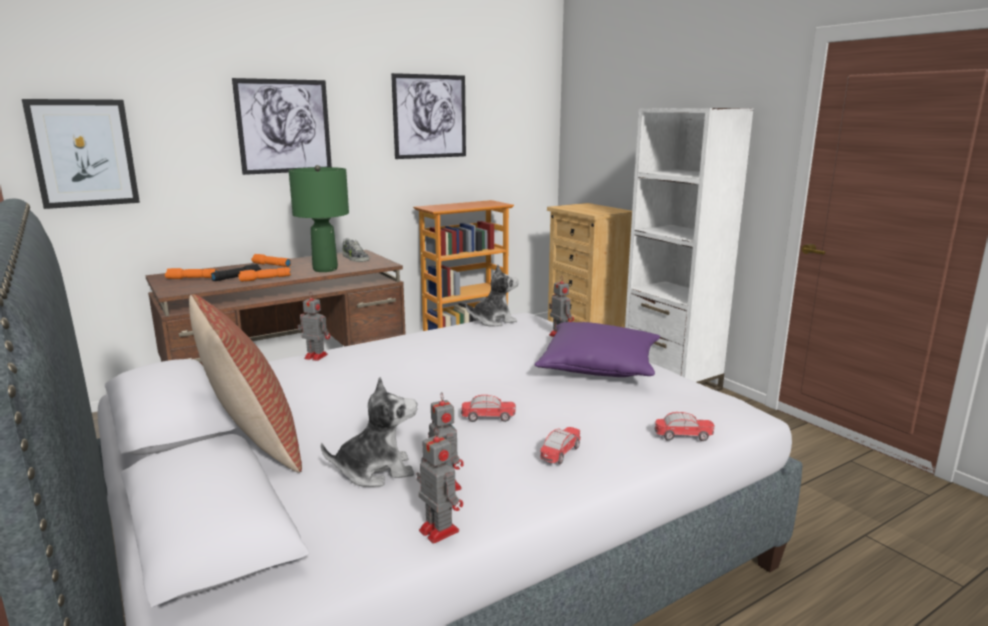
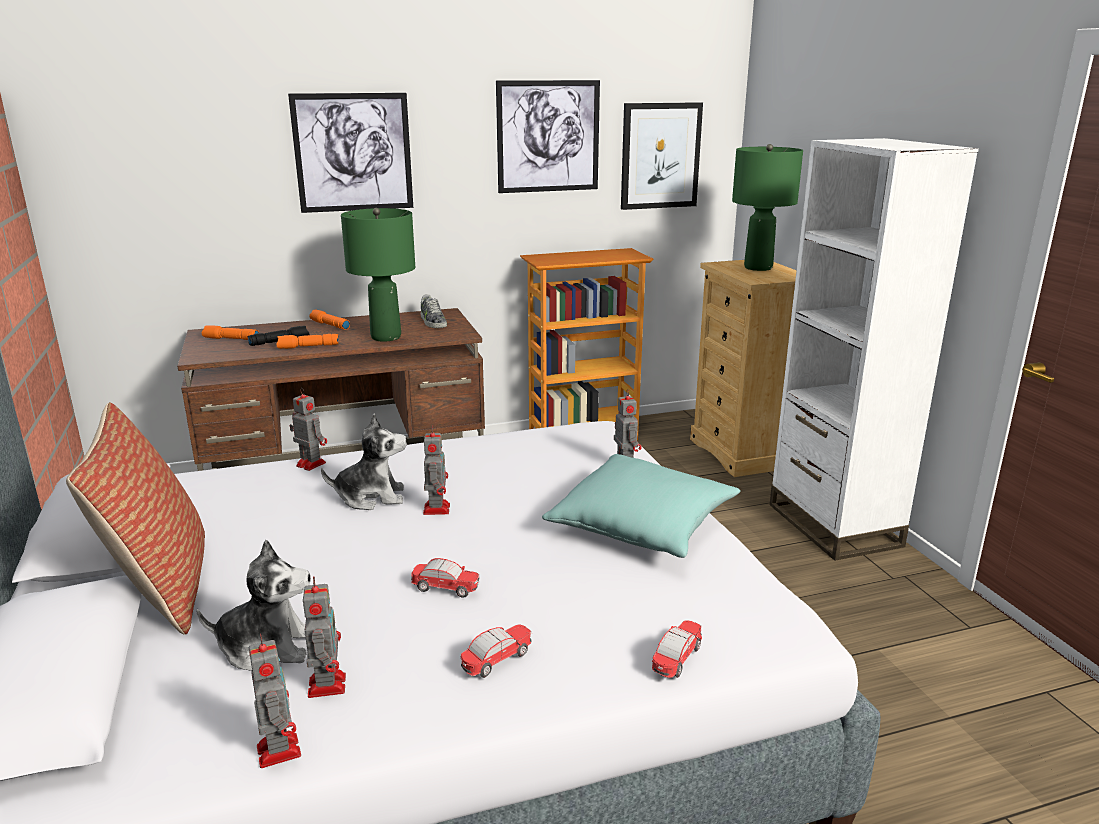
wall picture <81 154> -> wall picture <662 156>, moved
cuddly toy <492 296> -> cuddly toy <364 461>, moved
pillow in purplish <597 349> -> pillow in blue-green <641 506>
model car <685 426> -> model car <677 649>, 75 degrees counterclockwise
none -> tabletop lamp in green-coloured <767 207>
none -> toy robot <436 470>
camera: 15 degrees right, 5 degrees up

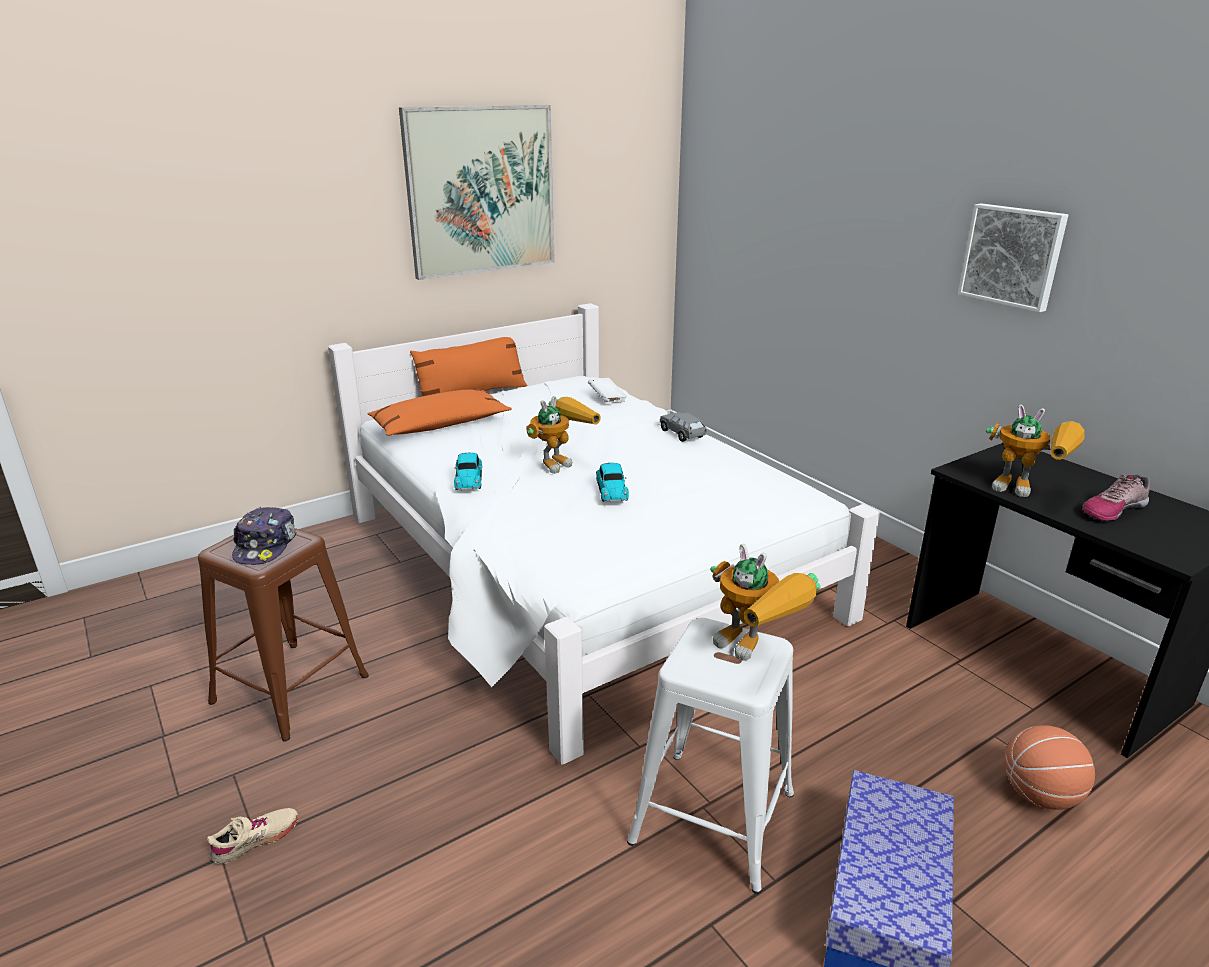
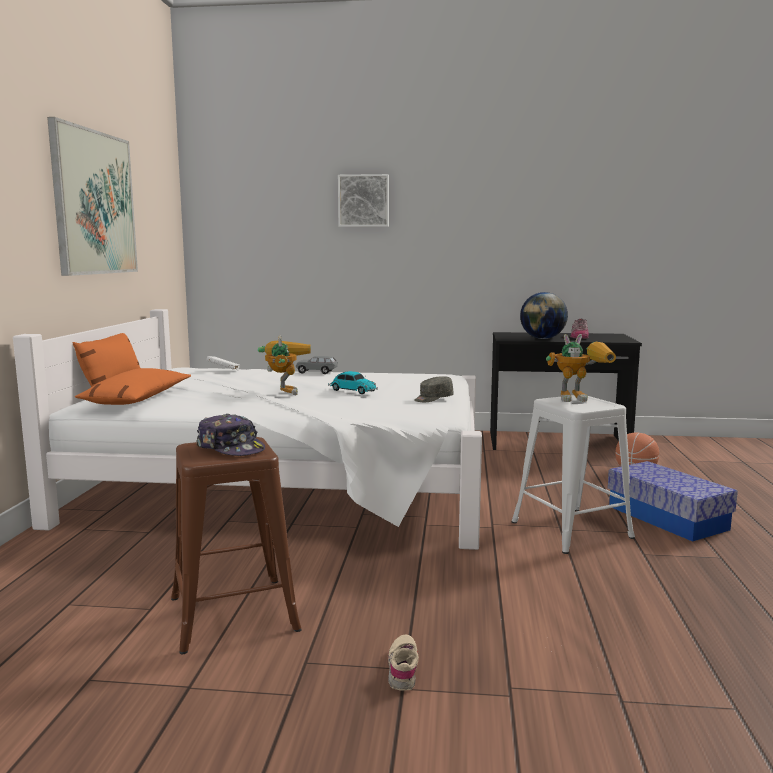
wall picture <1013 257> -> wall picture <363 200>, moved
toy robot <1035 450> -> desk globe <544 315>
model car <468 472> -> none
none -> cap in gray <433 389>
camera: 50 degrees left, 15 degrees down

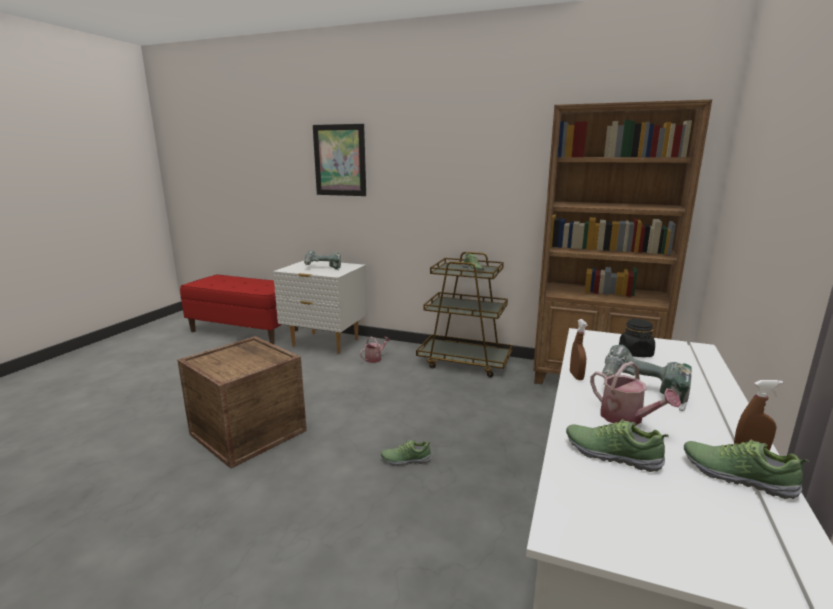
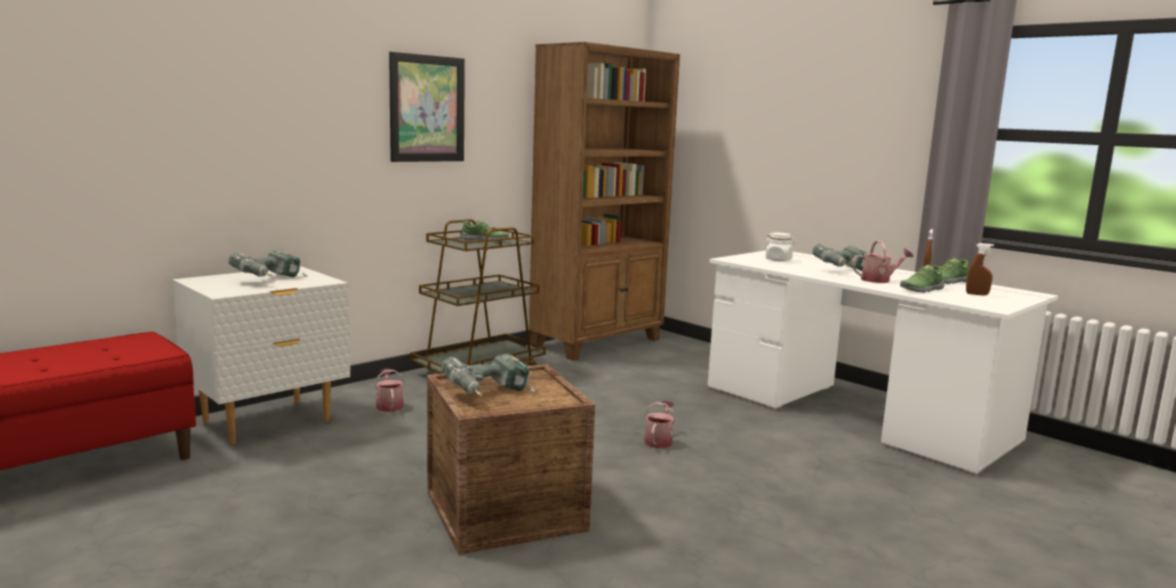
wall picture <339 160> -> wall picture <427 107>, moved
hand sprayer in brown-coloured <579 349> -> hand sprayer in brown-coloured <980 269>, moved
jar in black <637 338> -> jar in whitish <780 247>
low shoe <406 453> -> sprinkling can <660 424>
none -> drill <488 374>
camera: 65 degrees left, 5 degrees down

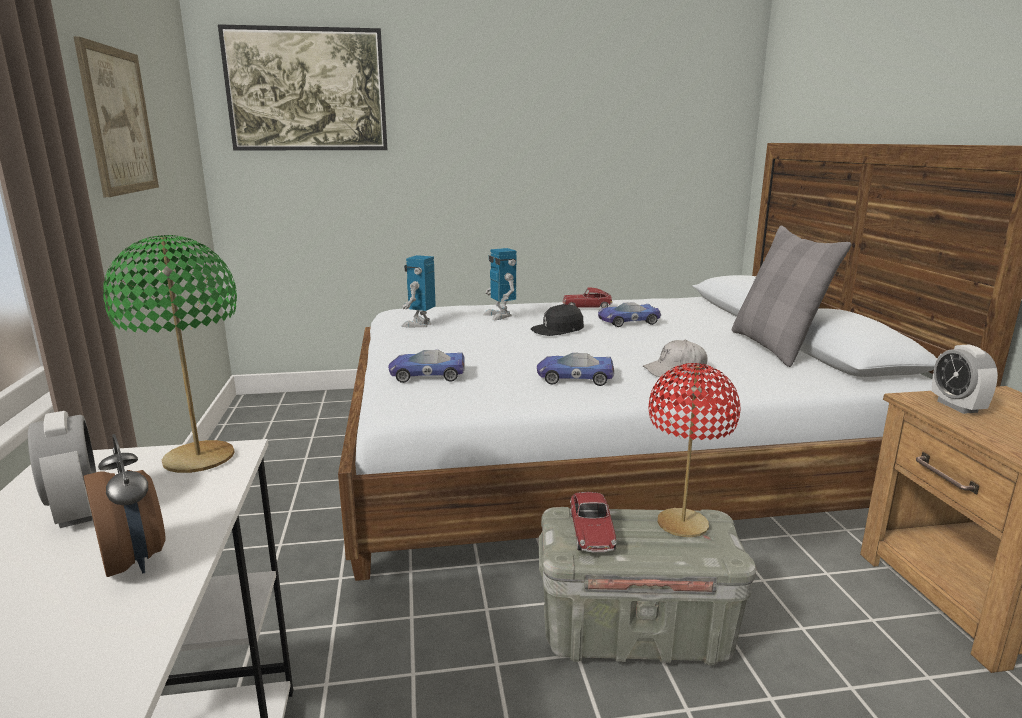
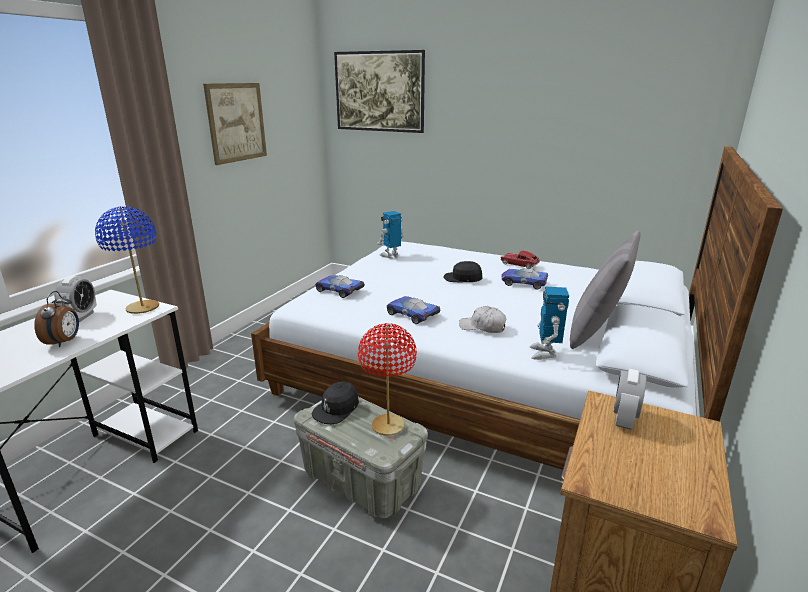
tabletop lamp in green-coloured <170 354> -> tabletop lamp in bluish <127 260>
toy robot <500 284> -> toy robot <549 323>, moved
model car <593 522> -> cap in black <335 402>
camera: 35 degrees right, 5 degrees up

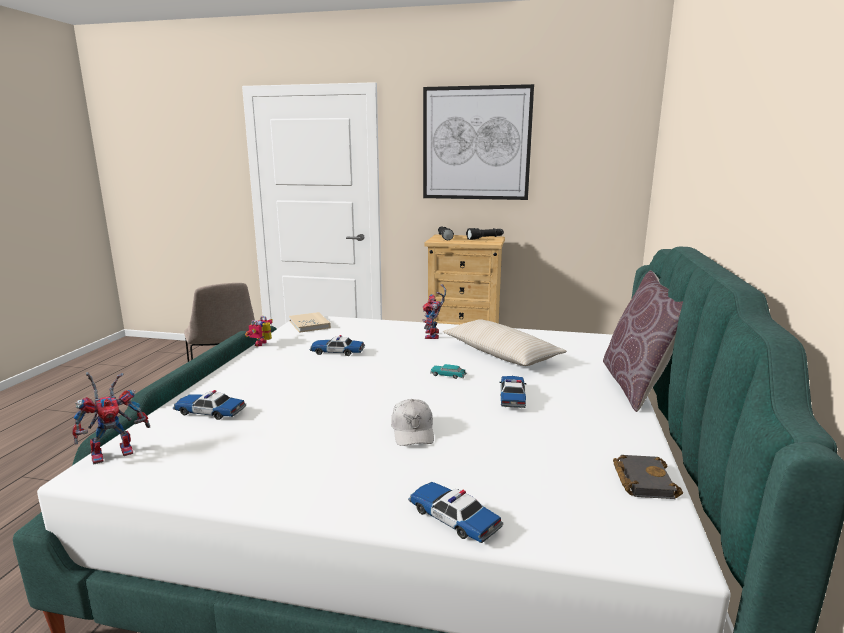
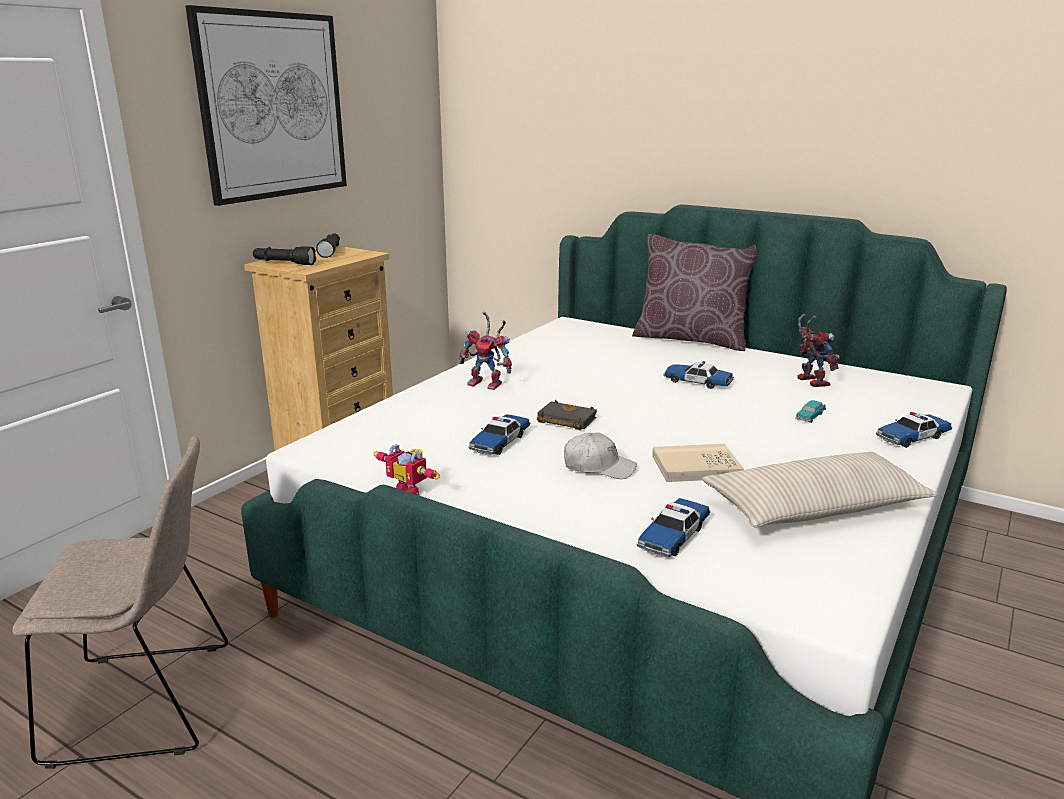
book in beige-coloured <310 322> -> book in beige-coloured <698 463>, moved
pillow in beige-coloured <505 342> -> pillow in beige-coloured <820 489>, moved
model car <448 371> -> model car <810 411>, moved
toy robot <111 418> -> toy robot <818 350>, moved
cap in whitish <412 422> -> cap in whitish <600 455>, moved
book in black <648 477> -> book in black <567 415>, moved
camera: 70 degrees left, 5 degrees up

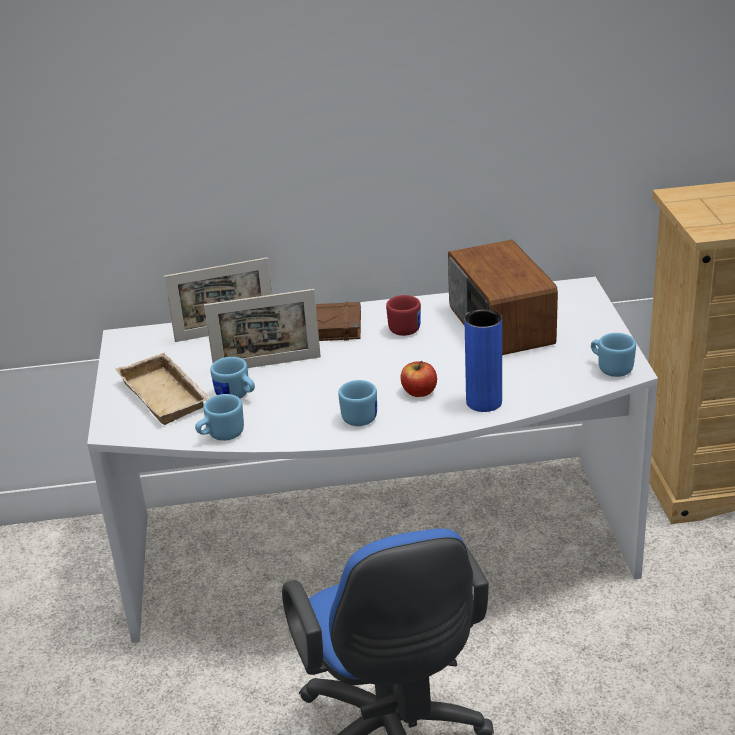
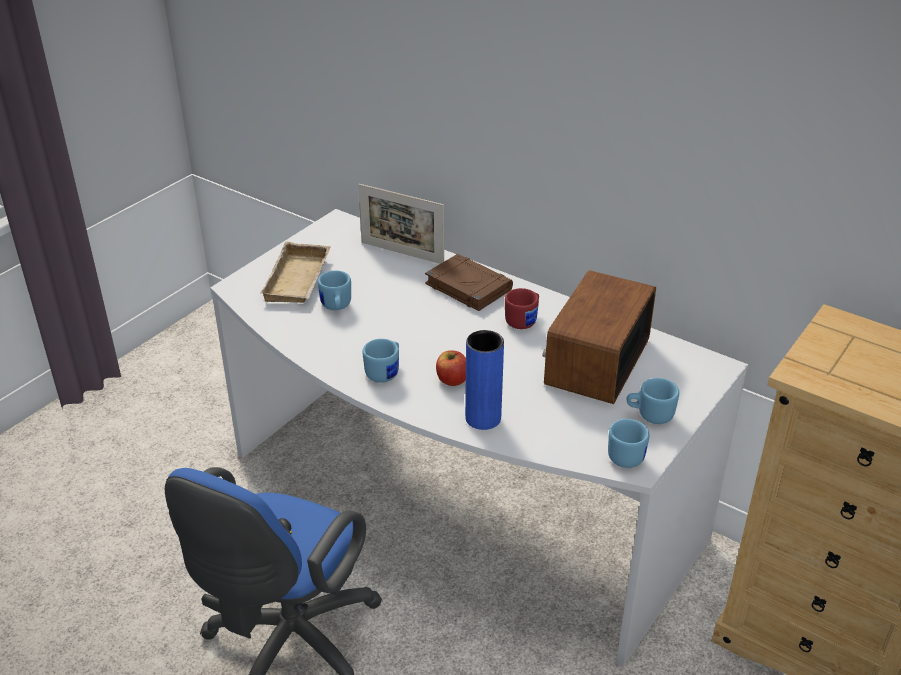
standing frame <262 328> -> none
coffee mug in bluish <219 417> -> coffee mug in bluish <652 401>, moved
camera: 40 degrees right, 5 degrees up

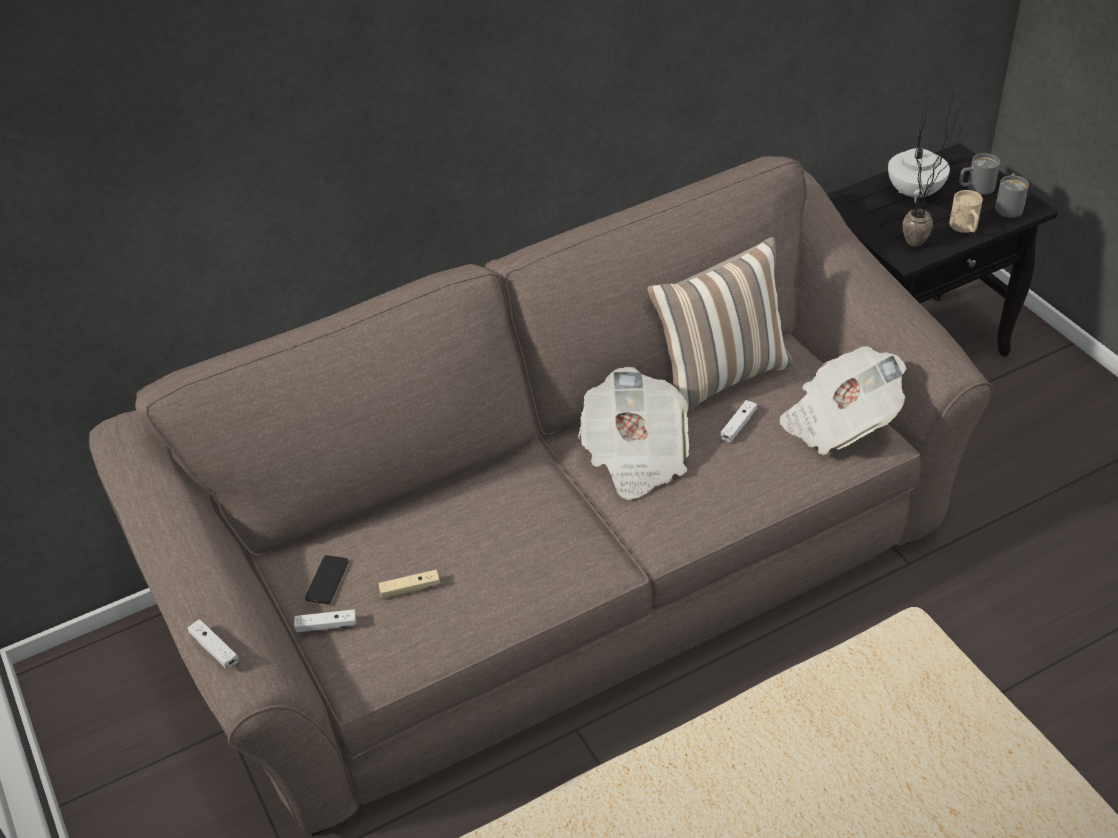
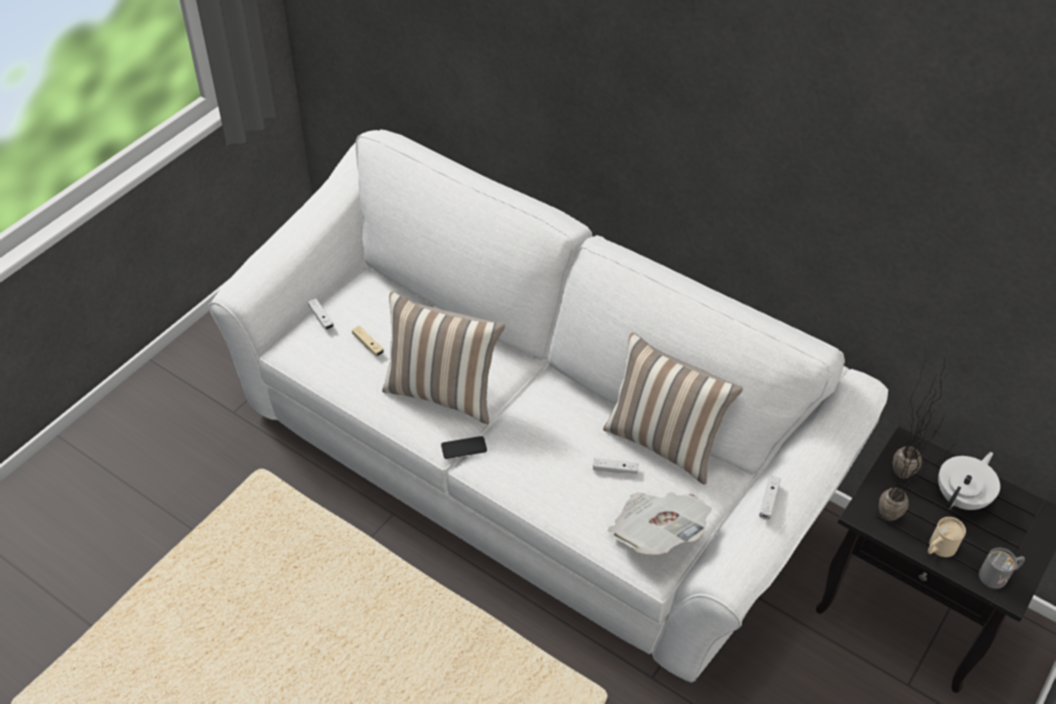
tea pot in whitish <919 167> -> tea pot in whitish <969 481>, 150 degrees clockwise
coffee mug in gray <979 174> -> none
couch in brown-coloured <541 496> -> couch in whitish <548 406>
printed paper <633 433> -> none
phone <327 579> -> phone <464 447>, moved
game controller in whitish <213 644> -> game controller in whitish <770 498>, moved
none -> pillow <443 357>
none -> houseplant <919 418>
camera: 60 degrees right, 5 degrees up

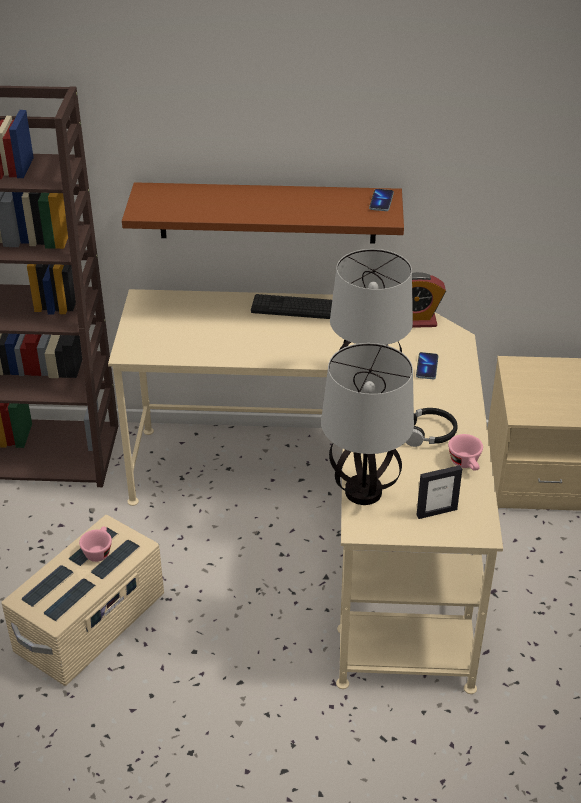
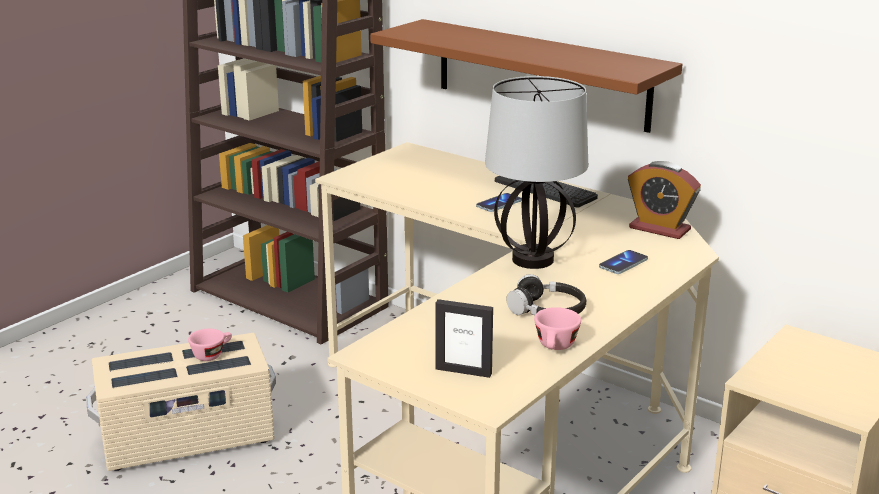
phone <381 200> -> phone <499 202>, moved
tabletop lamp <367 424> -> none
camera: 35 degrees right, 15 degrees down

